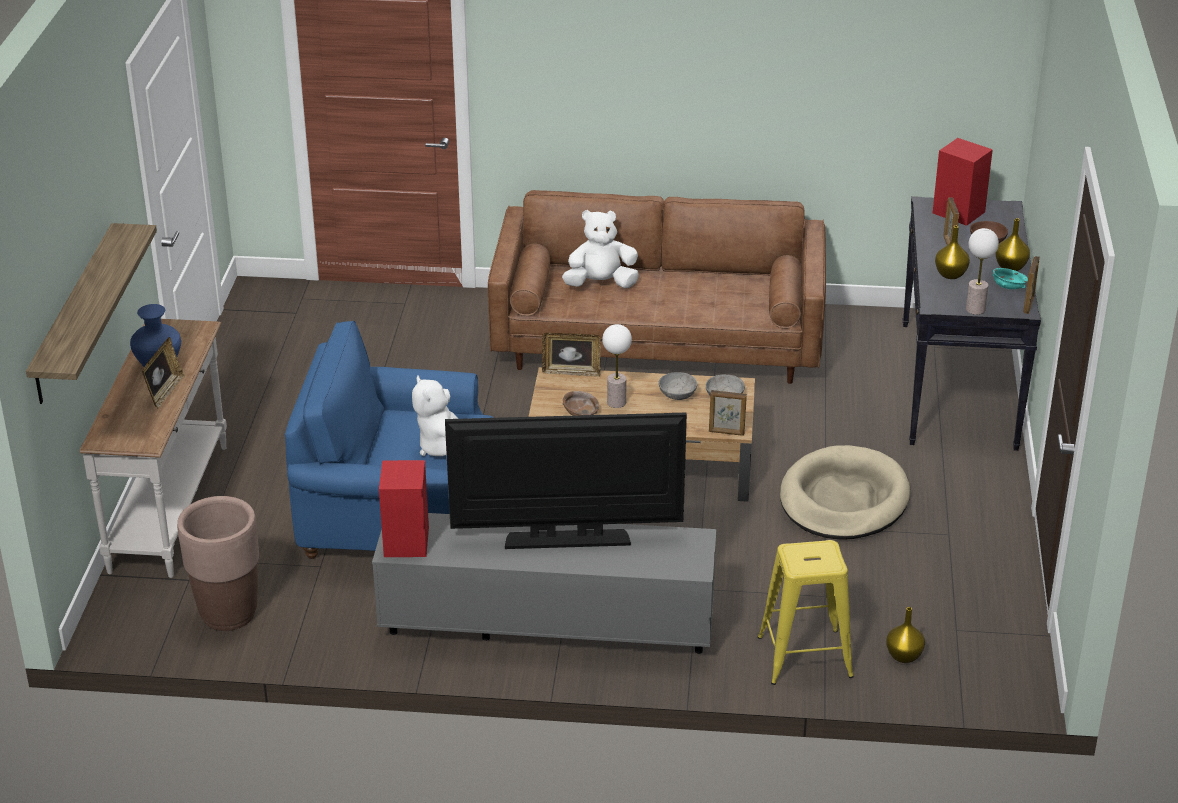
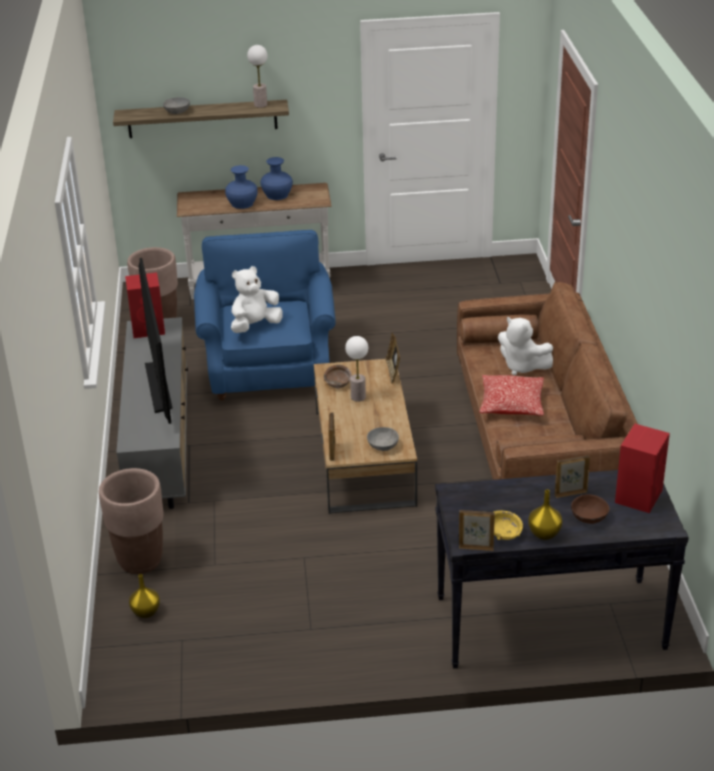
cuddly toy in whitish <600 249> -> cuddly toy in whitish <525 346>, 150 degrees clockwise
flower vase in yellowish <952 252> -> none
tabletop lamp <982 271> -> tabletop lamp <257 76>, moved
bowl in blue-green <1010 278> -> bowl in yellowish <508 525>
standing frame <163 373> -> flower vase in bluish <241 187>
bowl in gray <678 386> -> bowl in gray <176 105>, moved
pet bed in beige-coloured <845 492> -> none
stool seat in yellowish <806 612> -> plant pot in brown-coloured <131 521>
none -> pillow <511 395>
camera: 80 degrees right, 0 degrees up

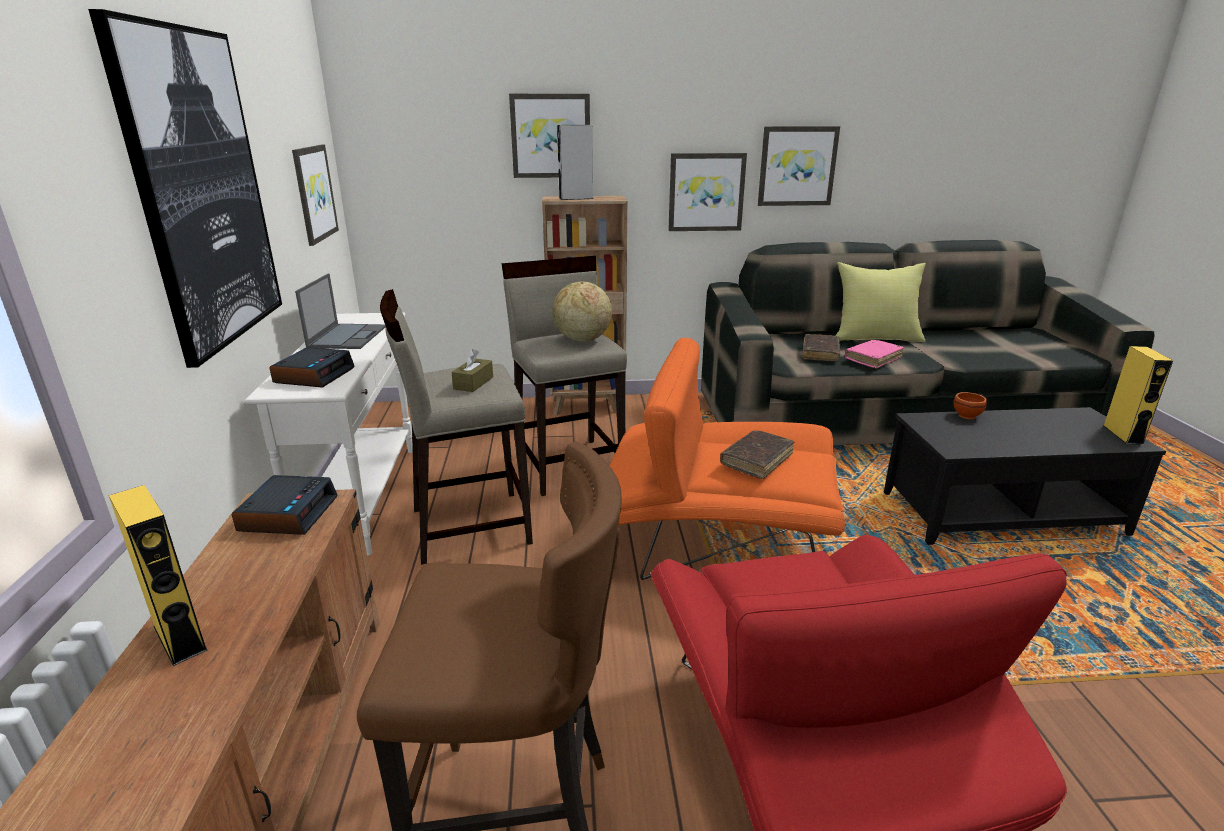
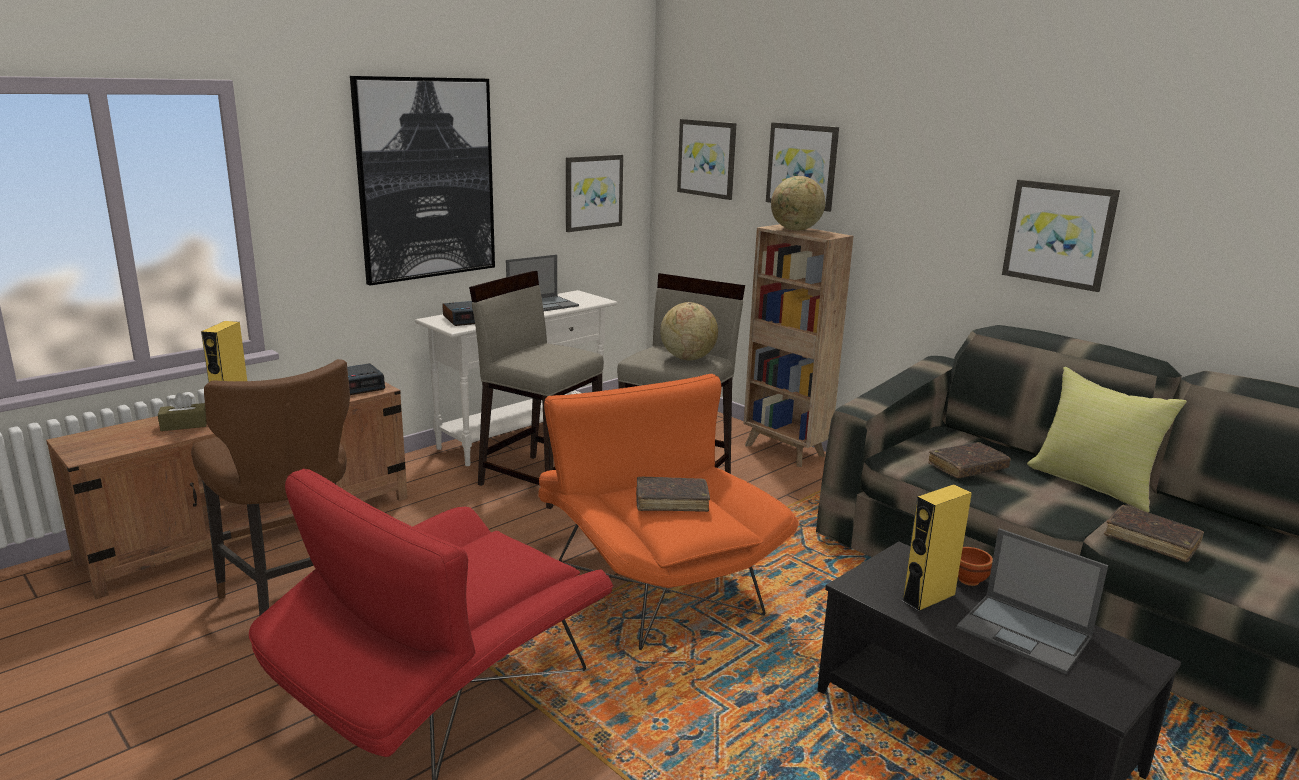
audio speaker in gray <575 162> -> desk globe <798 203>
wall picture <707 192> -> wall picture <707 159>, moved
book in pink-coloured <874 354> -> none
audio speaker in yellowish <1138 395> -> audio speaker in yellowish <937 548>, moved
box of tissues in brown-coloured <472 370> -> box of tissues in brown-coloured <182 412>, moved
none -> book in brown-coloured <1154 533>
none -> laptop <1032 601>
camera: 50 degrees right, 5 degrees down

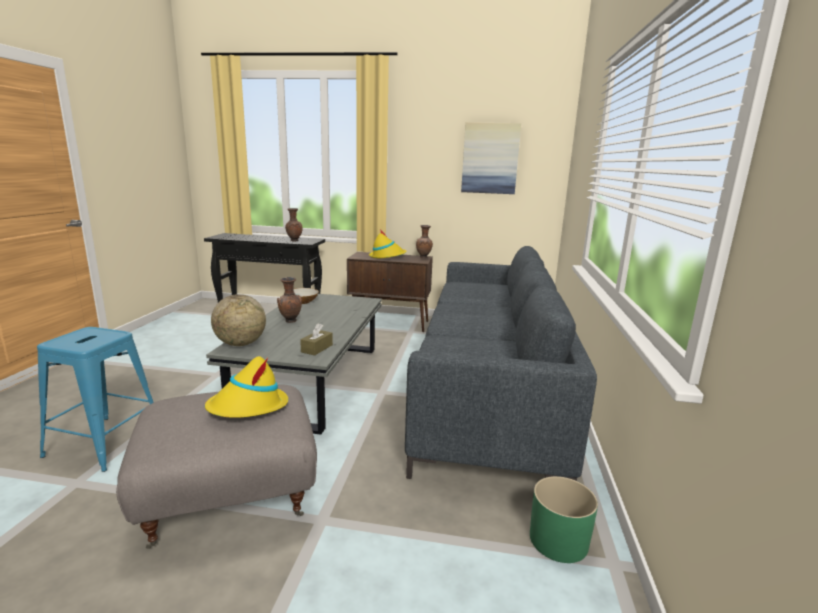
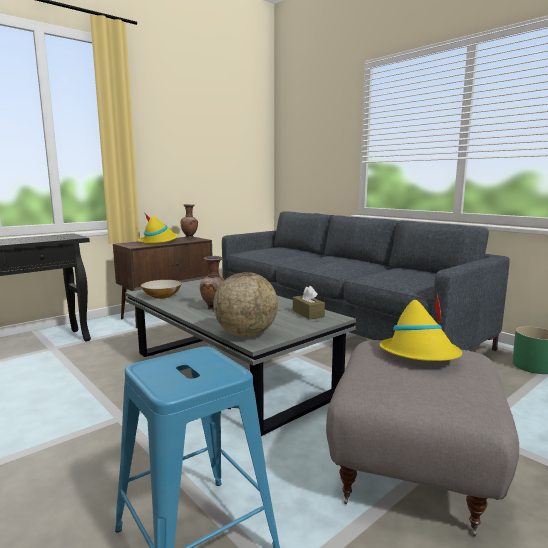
wall picture <491 158> -> none
flower vase in brown-coloured <294 225> -> none
camera: 50 degrees left, 5 degrees down

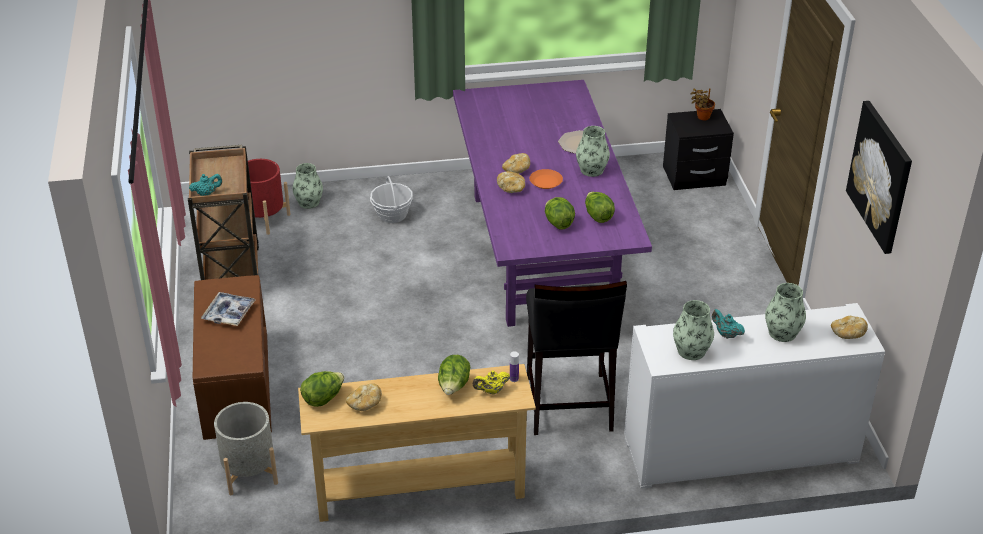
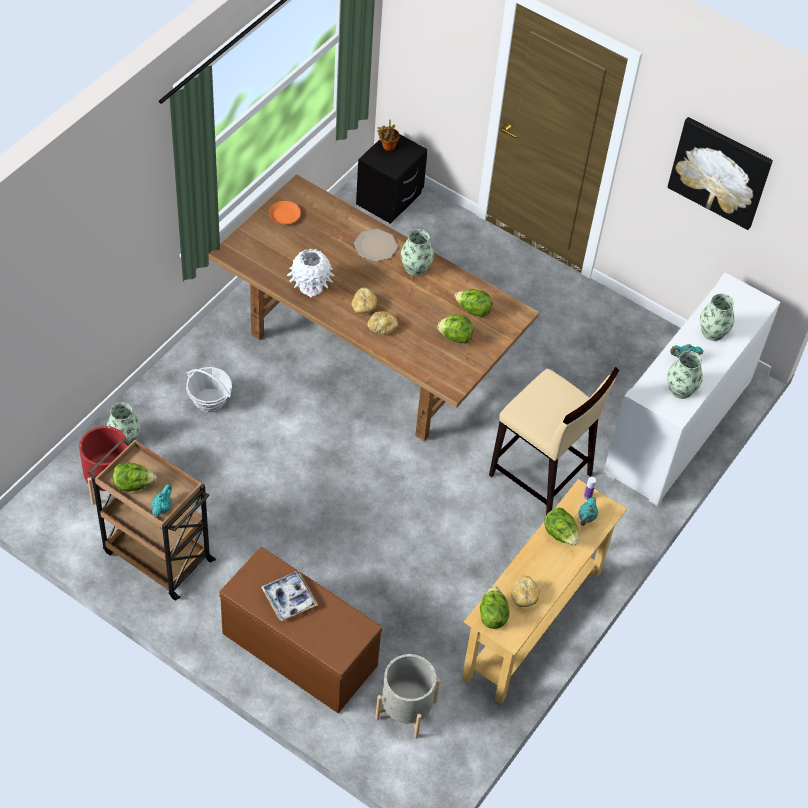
dinner table in purplish <552 203> -> dinner table in brown-coloured <374 307>
plate in orange <546 179> -> plate in orange <285 212>, moved
stool seat in black <576 358> -> stool seat in beige-coloured <554 441>
bakery bread <849 327> -> none
tea pot in yellowish <491 382> -> tea pot in blue-green <588 511>
none -> flower vase in whitish <311 273>
none -> head of lettuce <135 477>
camera: 50 degrees left, 15 degrees up

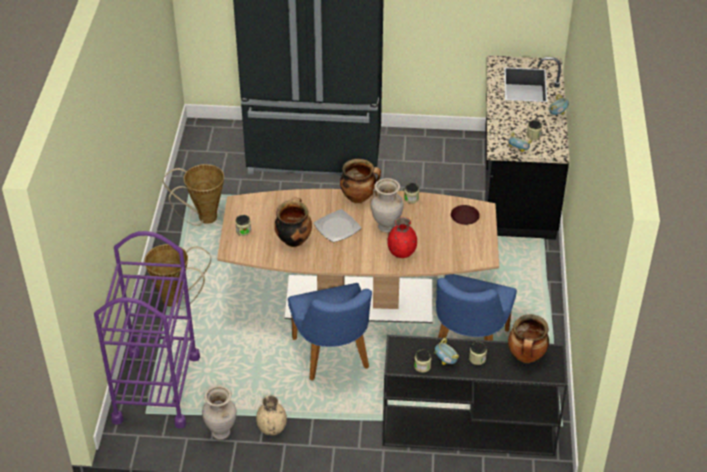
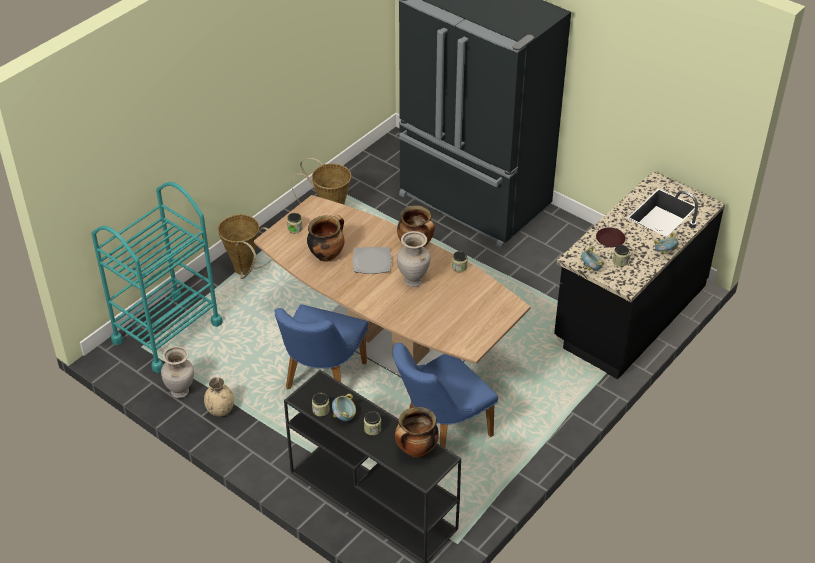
plate in brown-coloured <465 215> -> plate in brown-coloured <611 237>, moved
flower vase in red <402 237> -> none
cart in purplish <147 330> -> cart in blue-green <157 277>
camera: 35 degrees right, 0 degrees up

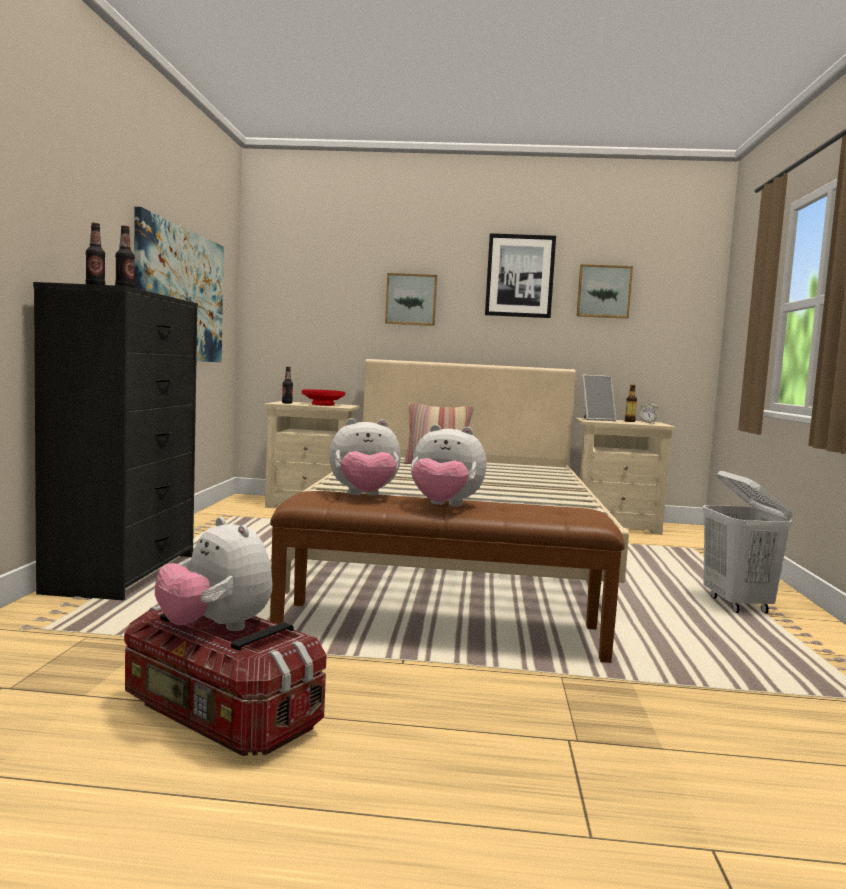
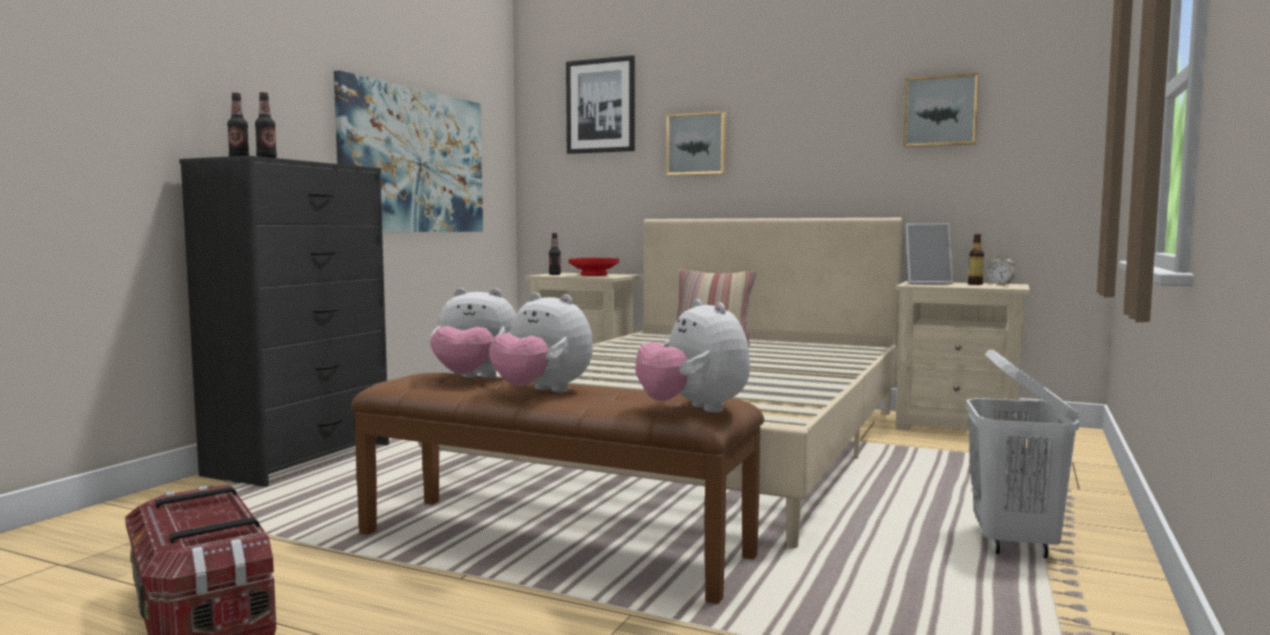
wall picture <520 275> -> wall picture <600 104>, moved
cuddly toy <213 574> -> cuddly toy <692 356>, moved
camera: 20 degrees right, 0 degrees up

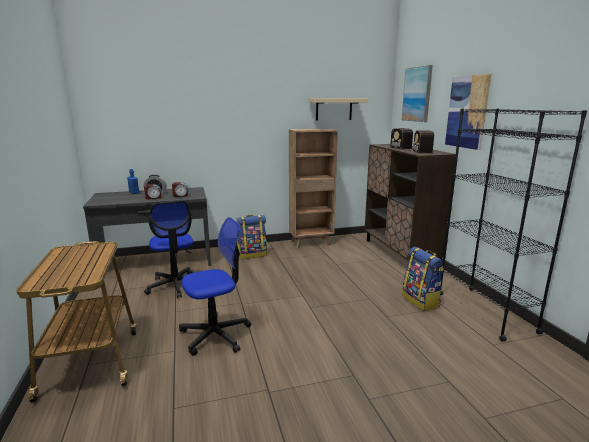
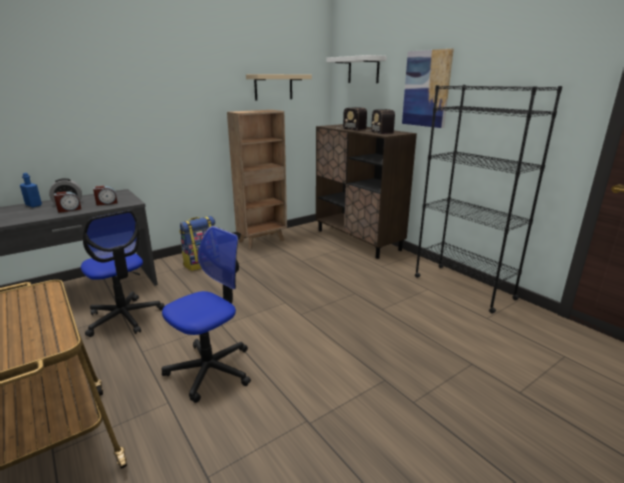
wall picture <417 93> -> wall shelf in whitish <356 69>
rucksack <423 279> -> none
camera: 20 degrees left, 5 degrees up

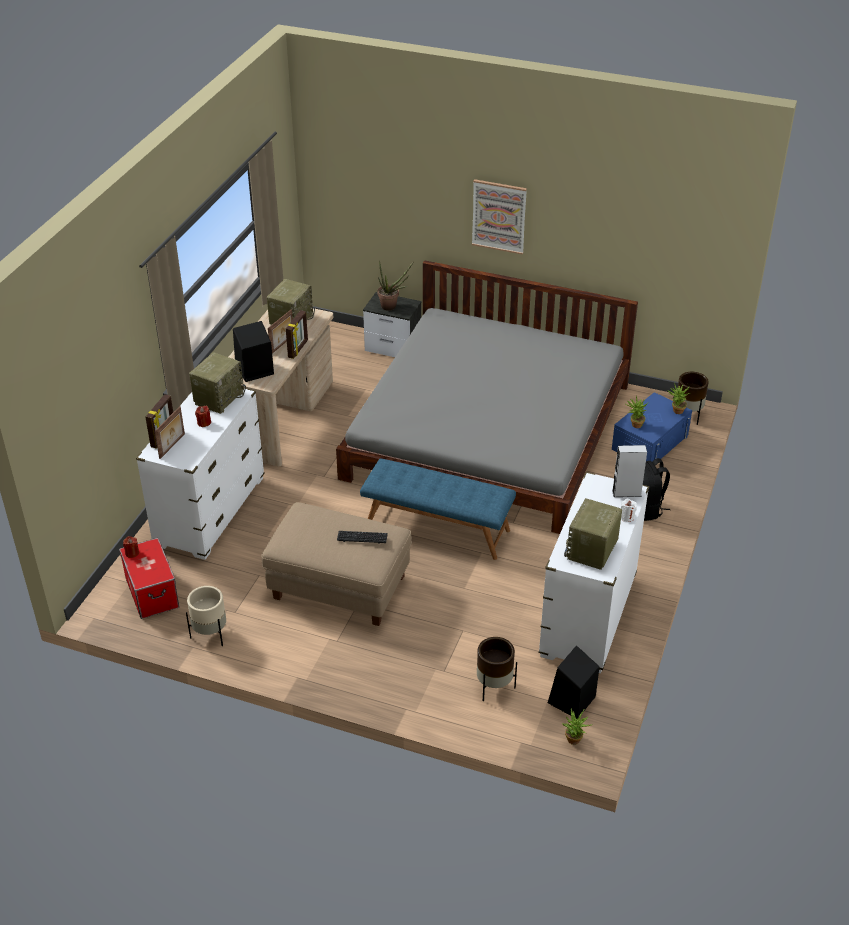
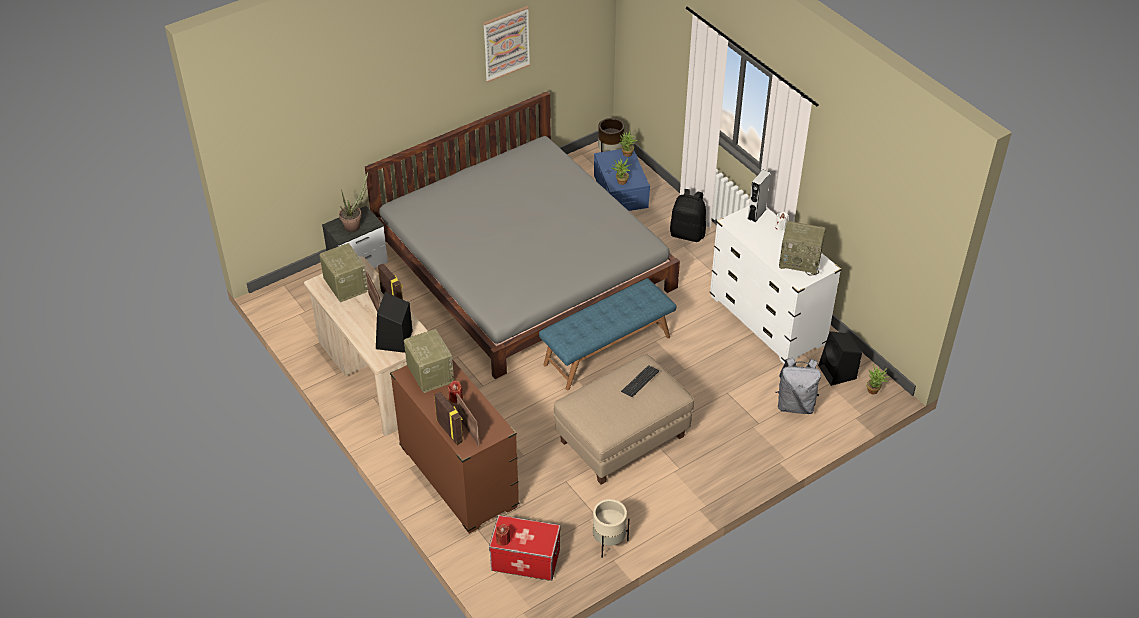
wall picture <499 216> -> wall picture <506 44>, moved
drawer chest in whitish <200 474> -> drawer chest in brown-coloured <454 446>
radio receiver <593 534> -> radio receiver <802 248>, 45 degrees counterclockwise
plant pot in brown-coloured <497 669> -> rucksack in gray <798 385>
camera: 55 degrees left, 5 degrees up

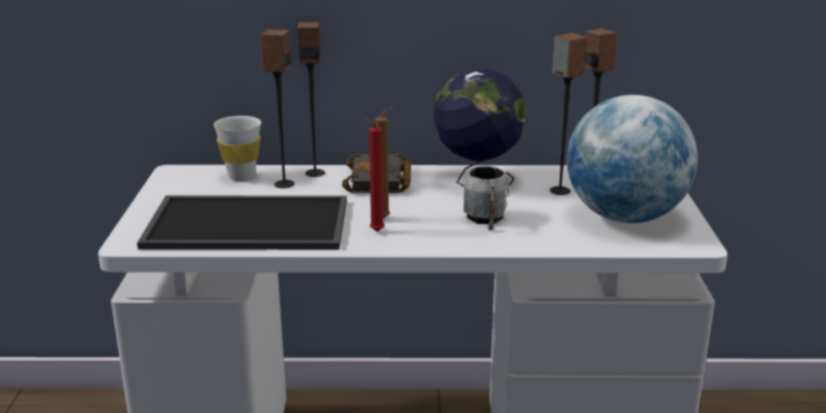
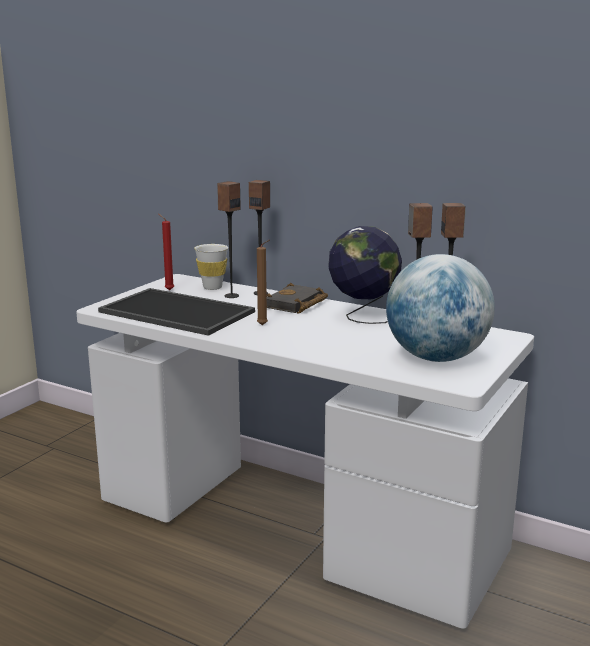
wax light in red <373 175> -> wax light in red <166 252>, moved
coffee mug in gray <486 198> -> none
camera: 30 degrees right, 5 degrees down

